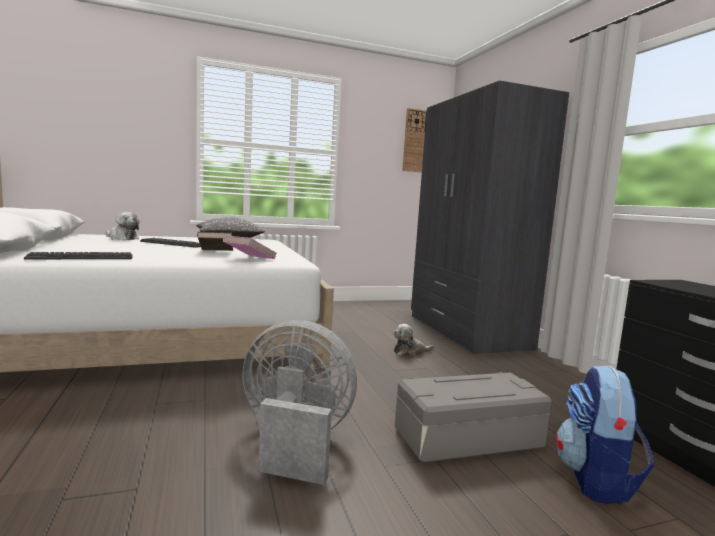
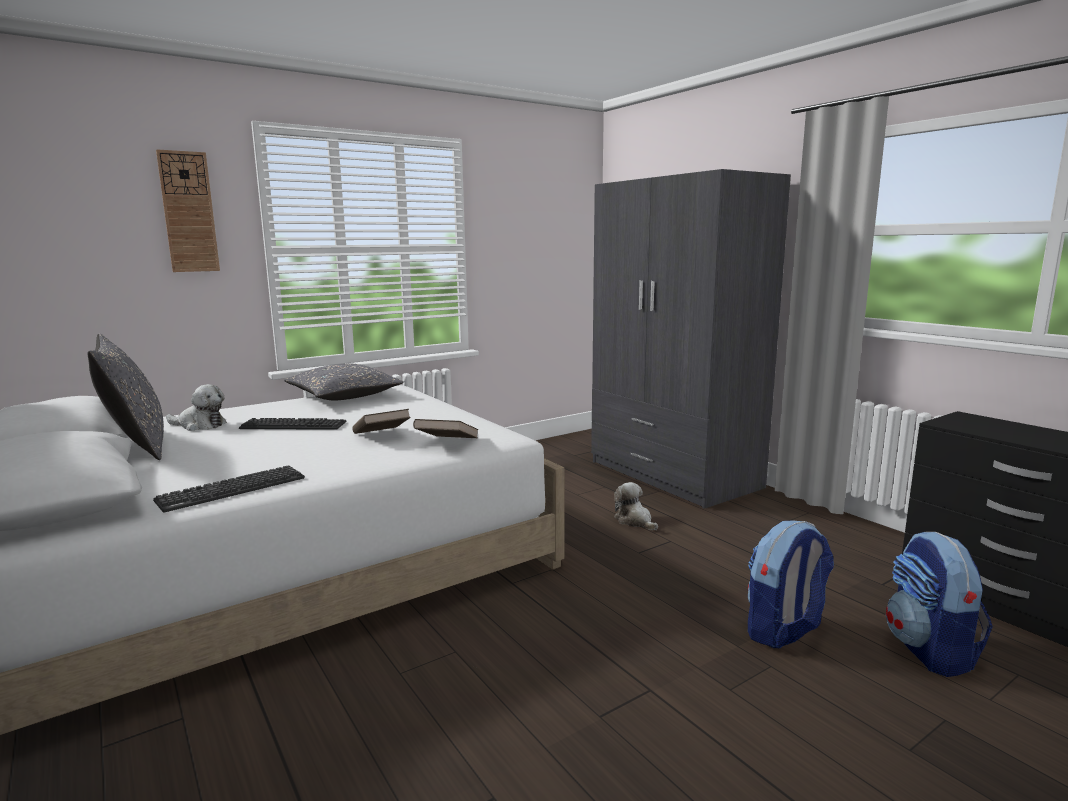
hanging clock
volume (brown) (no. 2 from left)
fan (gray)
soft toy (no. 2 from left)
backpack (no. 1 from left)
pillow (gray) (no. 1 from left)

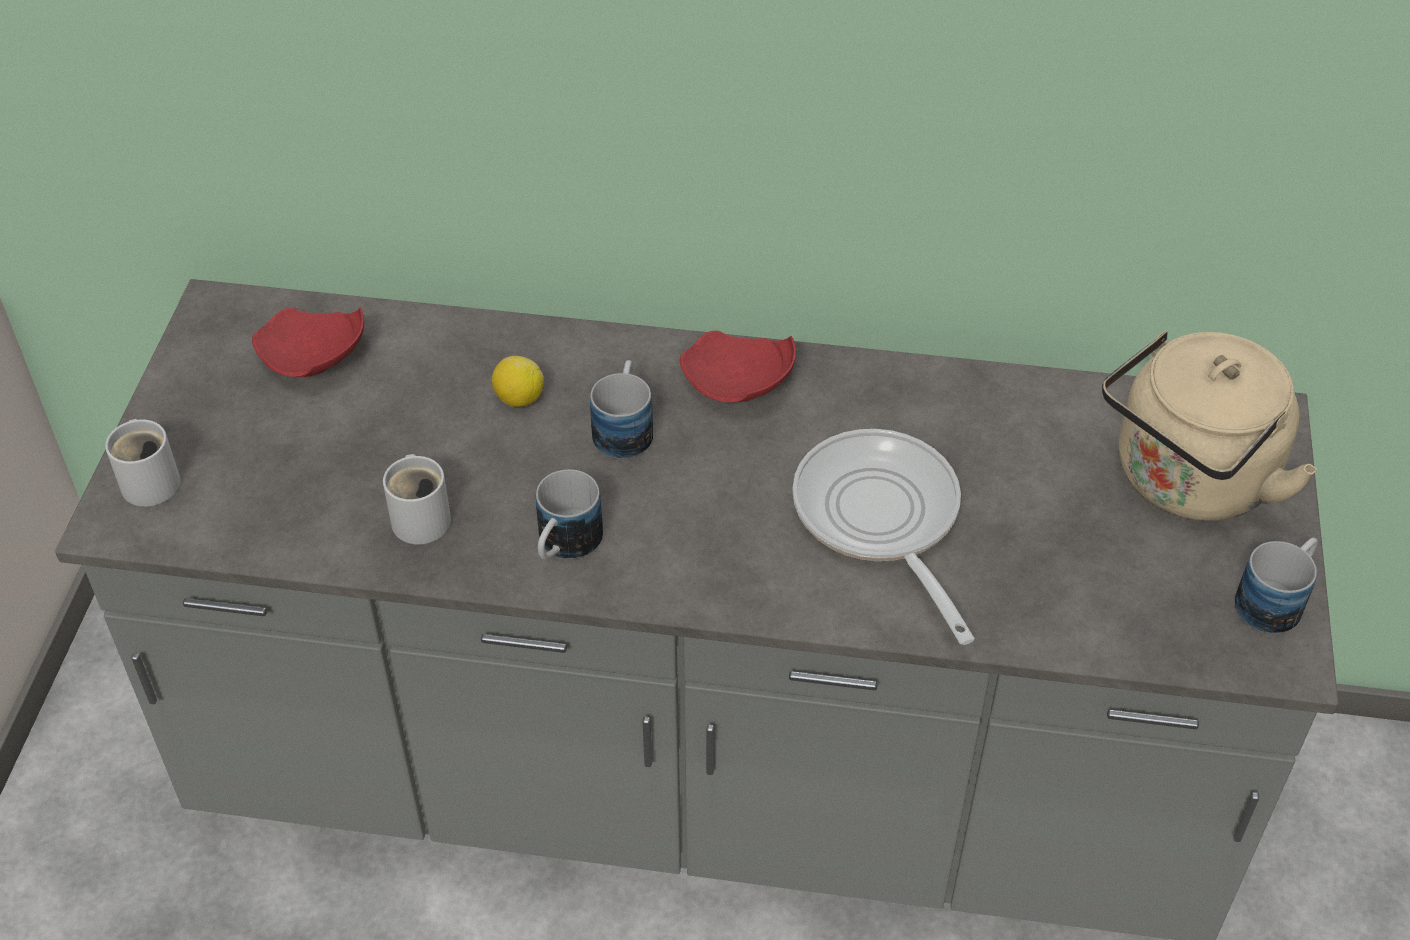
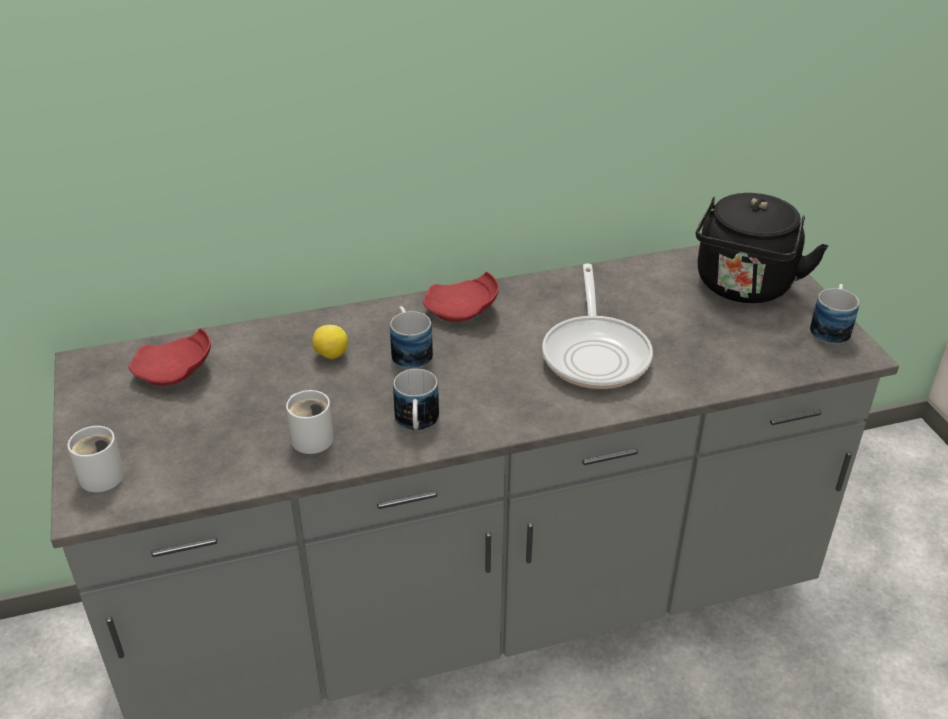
kettle (black)
frying pan

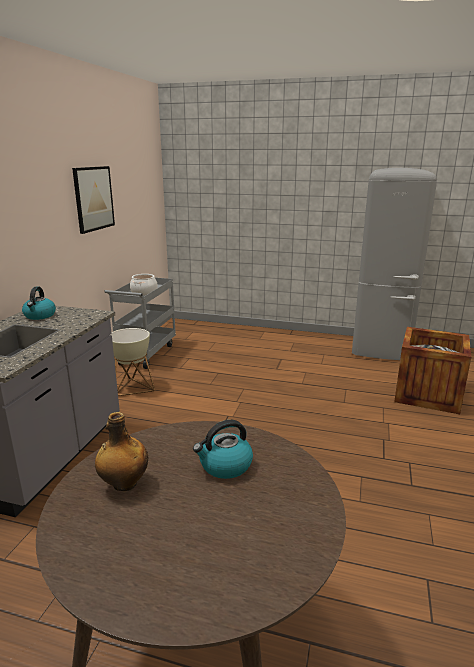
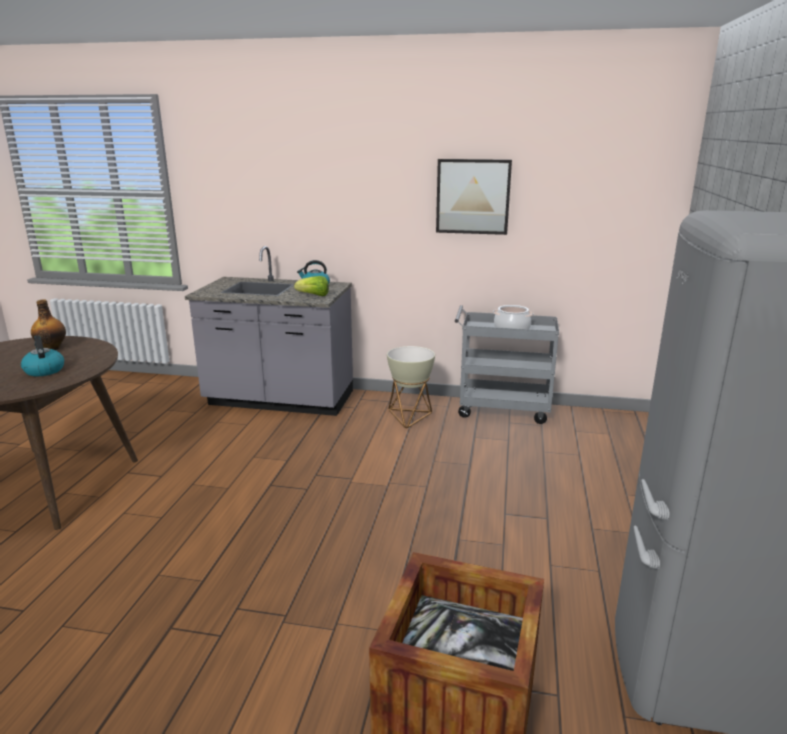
lettuce head

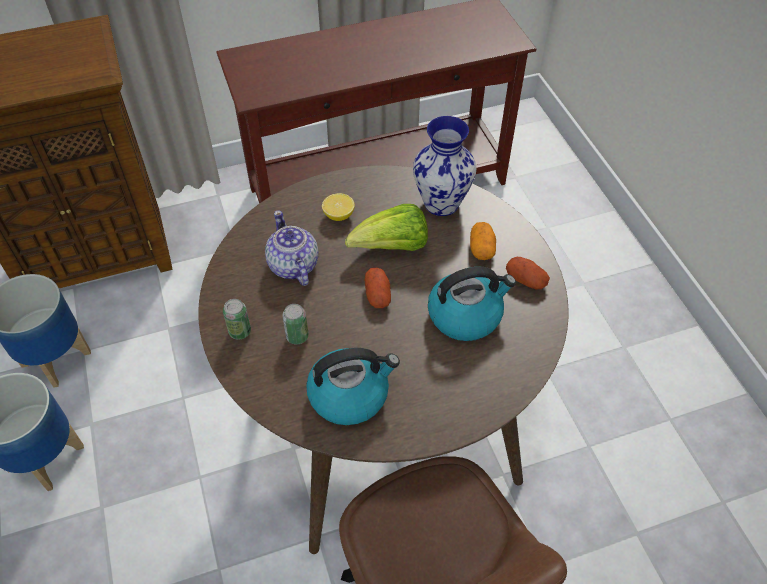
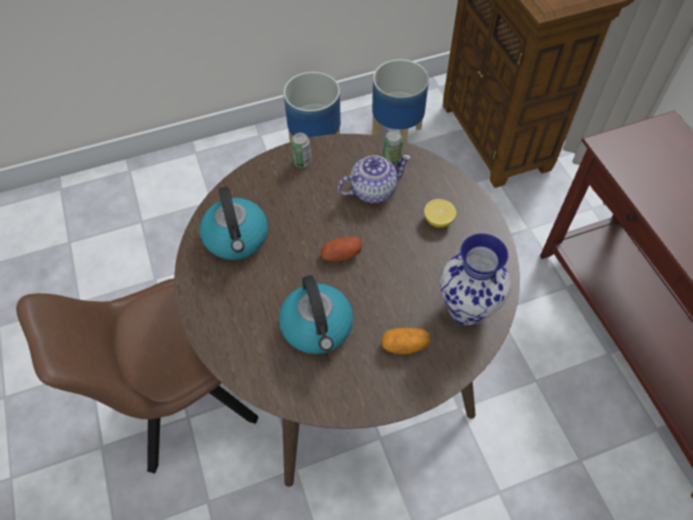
lettuce head
potato (no. 3 from left in the first image)
sealed can (no. 2 from left)

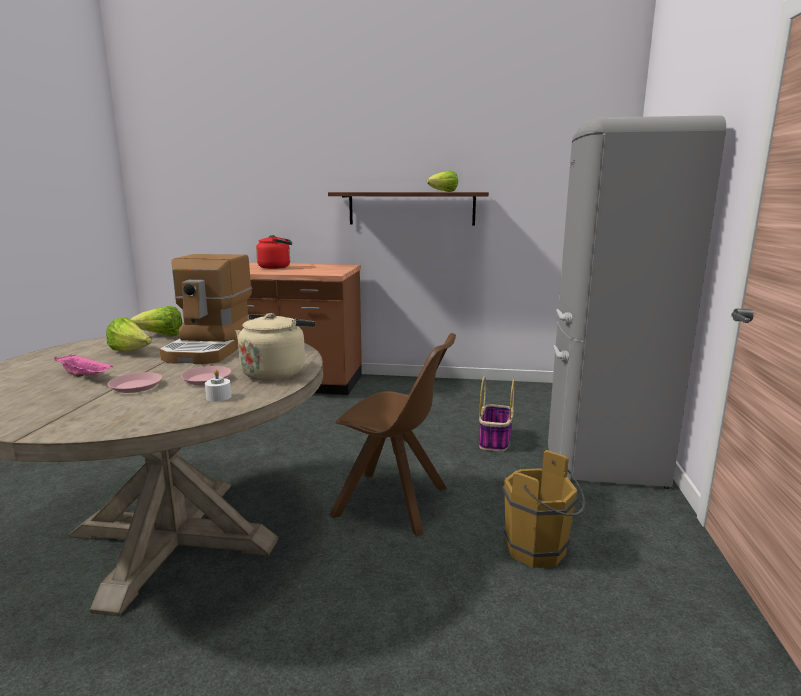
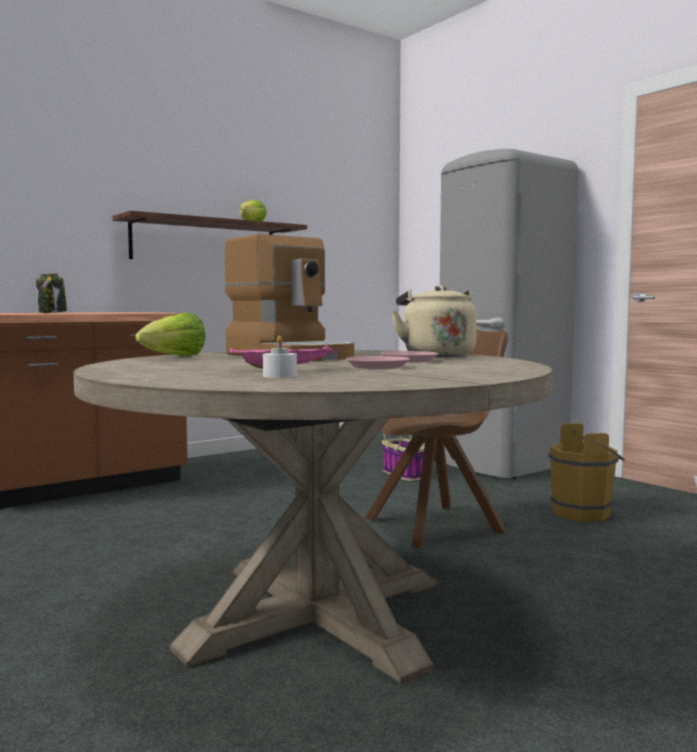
jar
lettuce head (no. 1 from left in the first image)
wax light (white-coloured)

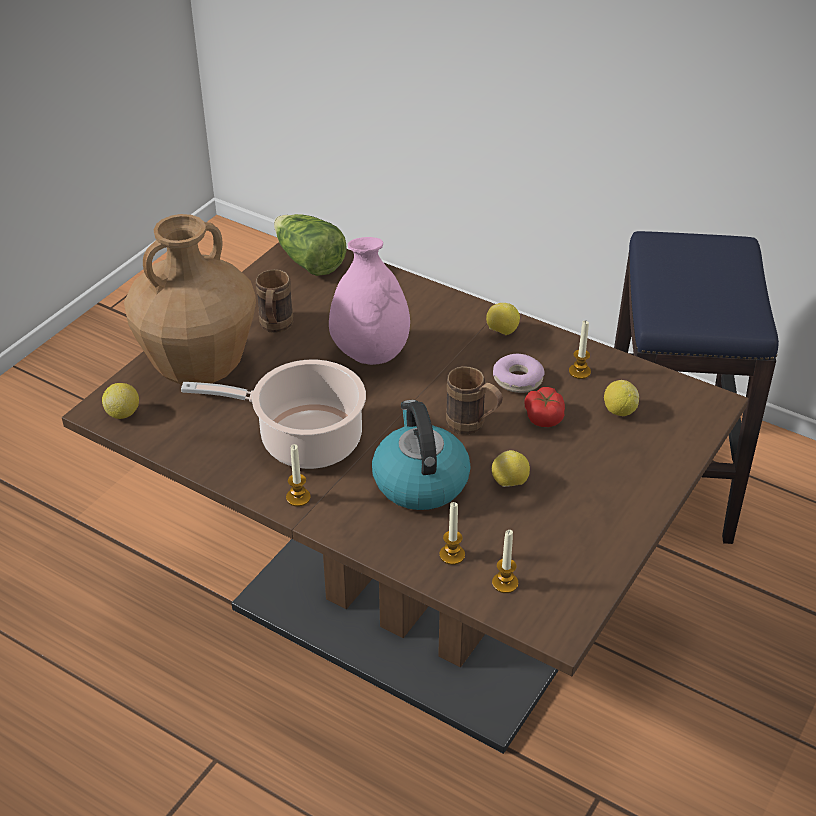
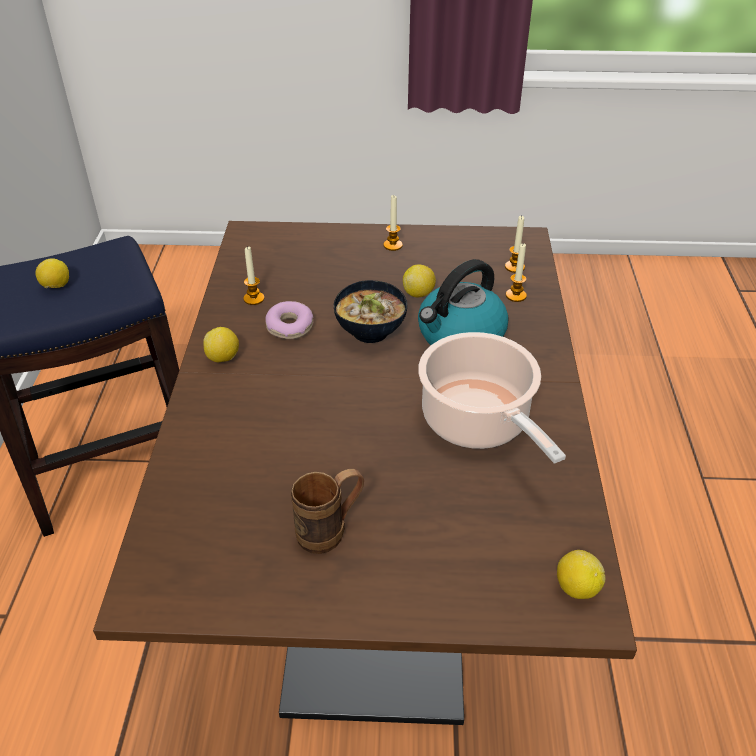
vase (brown)
lettuce head
vase (pink)
bowl
citrus fruit (no. 1 from left)
whole tomato
wax light (no. 2 from left)

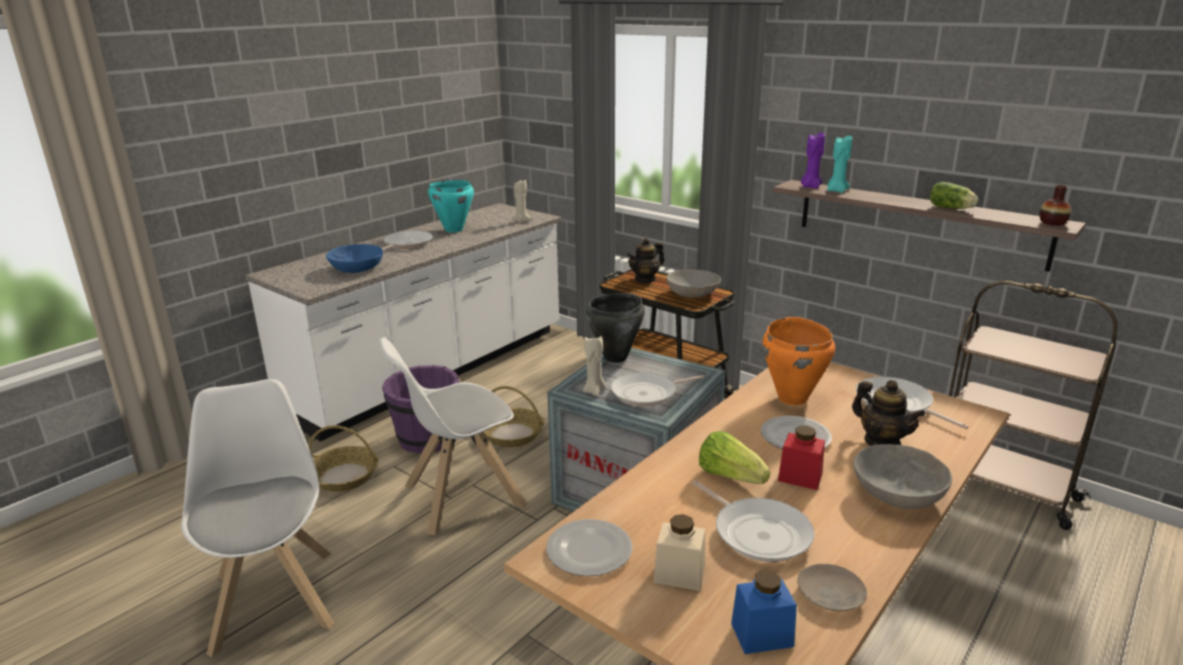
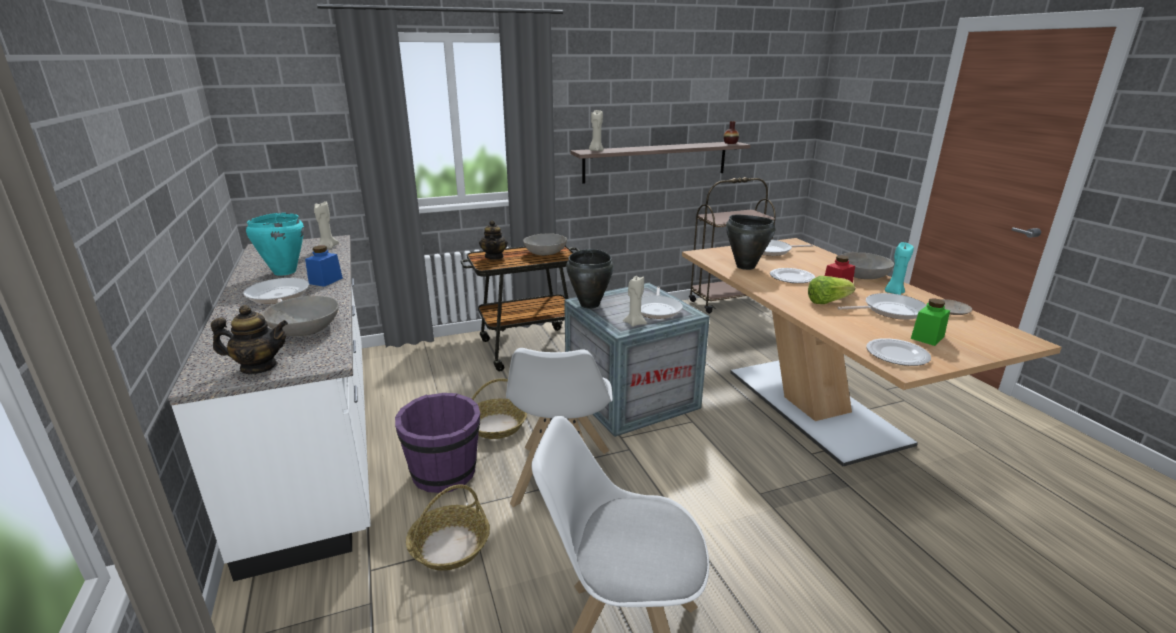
wax light (beige) (no. 2 from left)
wax light (turquoise)
lettuce head (no. 2 from left in the first image)
bowl (gray) (no. 1 from left)
stockpot (black) (no. 2 from left)
tea pot (no. 1 from left)
jar (greenish)
jar (blue-coloured)

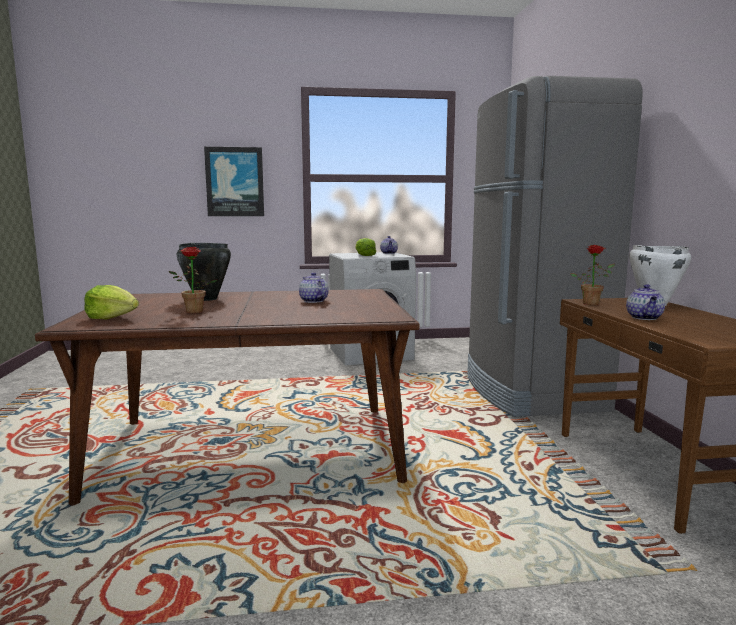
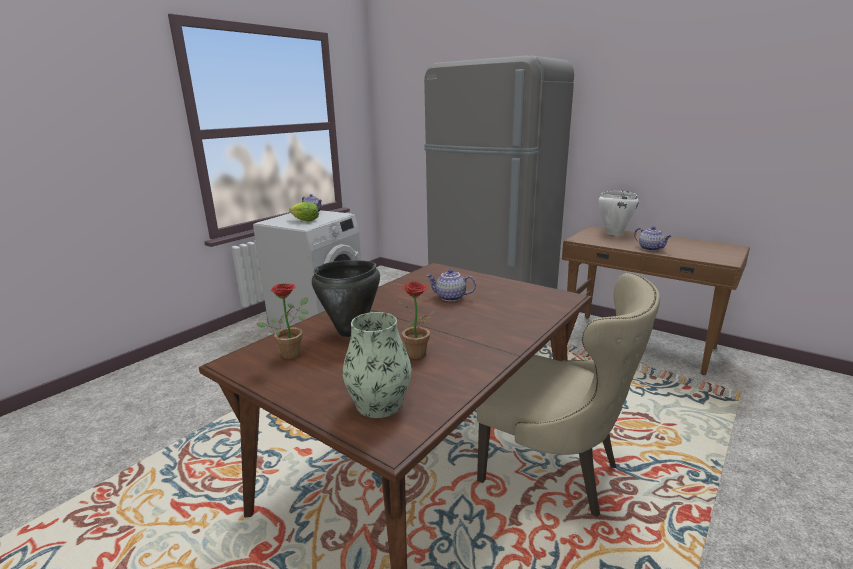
picture
houseplant (no. 1 from left)
vase
upright chair (beige)

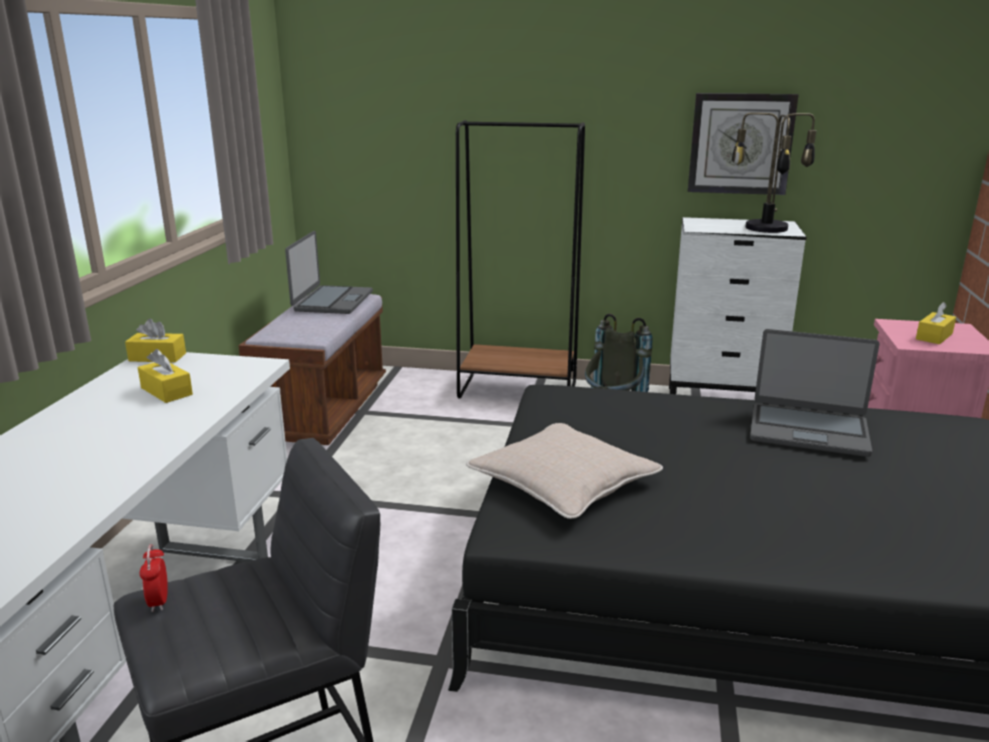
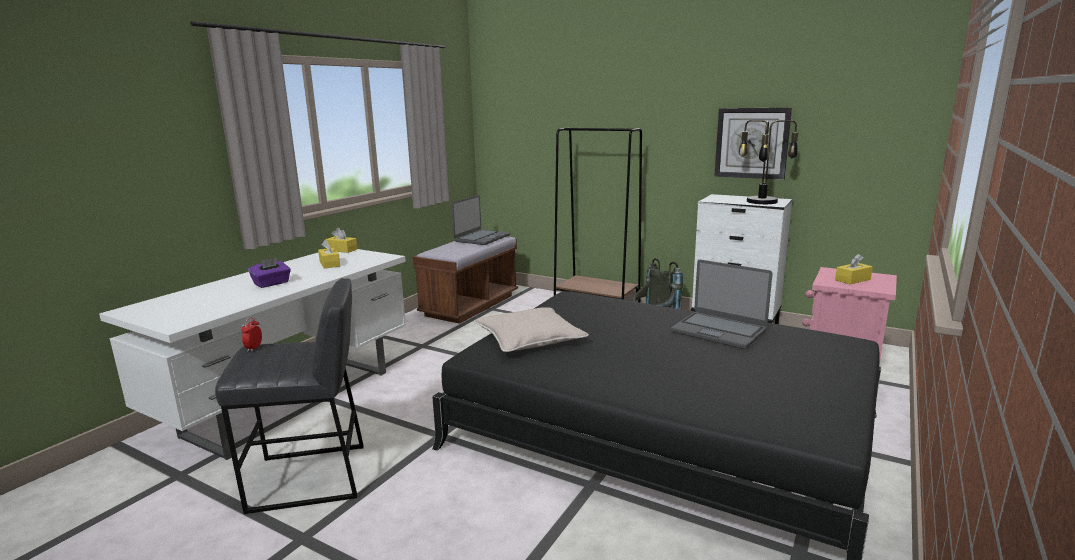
box of tissues (purple)

